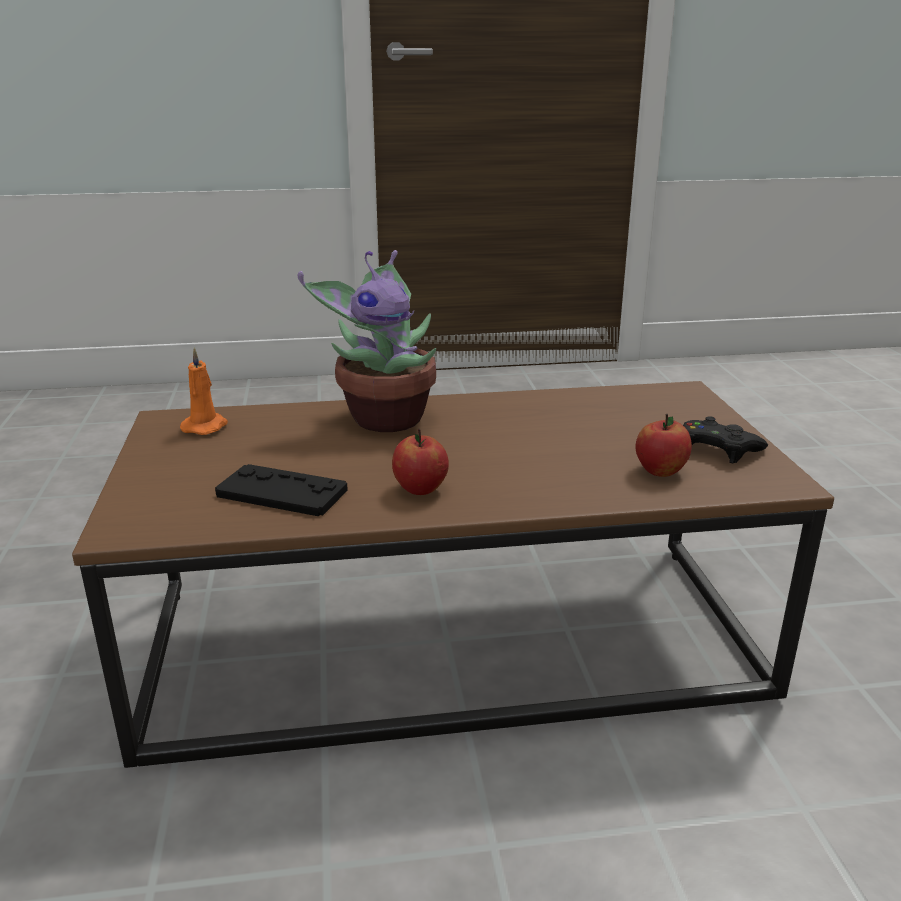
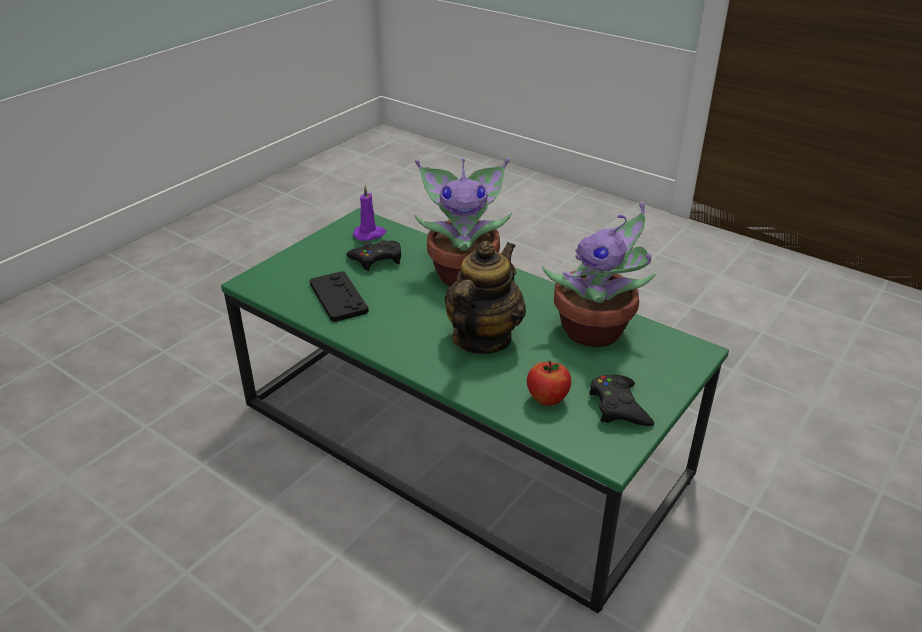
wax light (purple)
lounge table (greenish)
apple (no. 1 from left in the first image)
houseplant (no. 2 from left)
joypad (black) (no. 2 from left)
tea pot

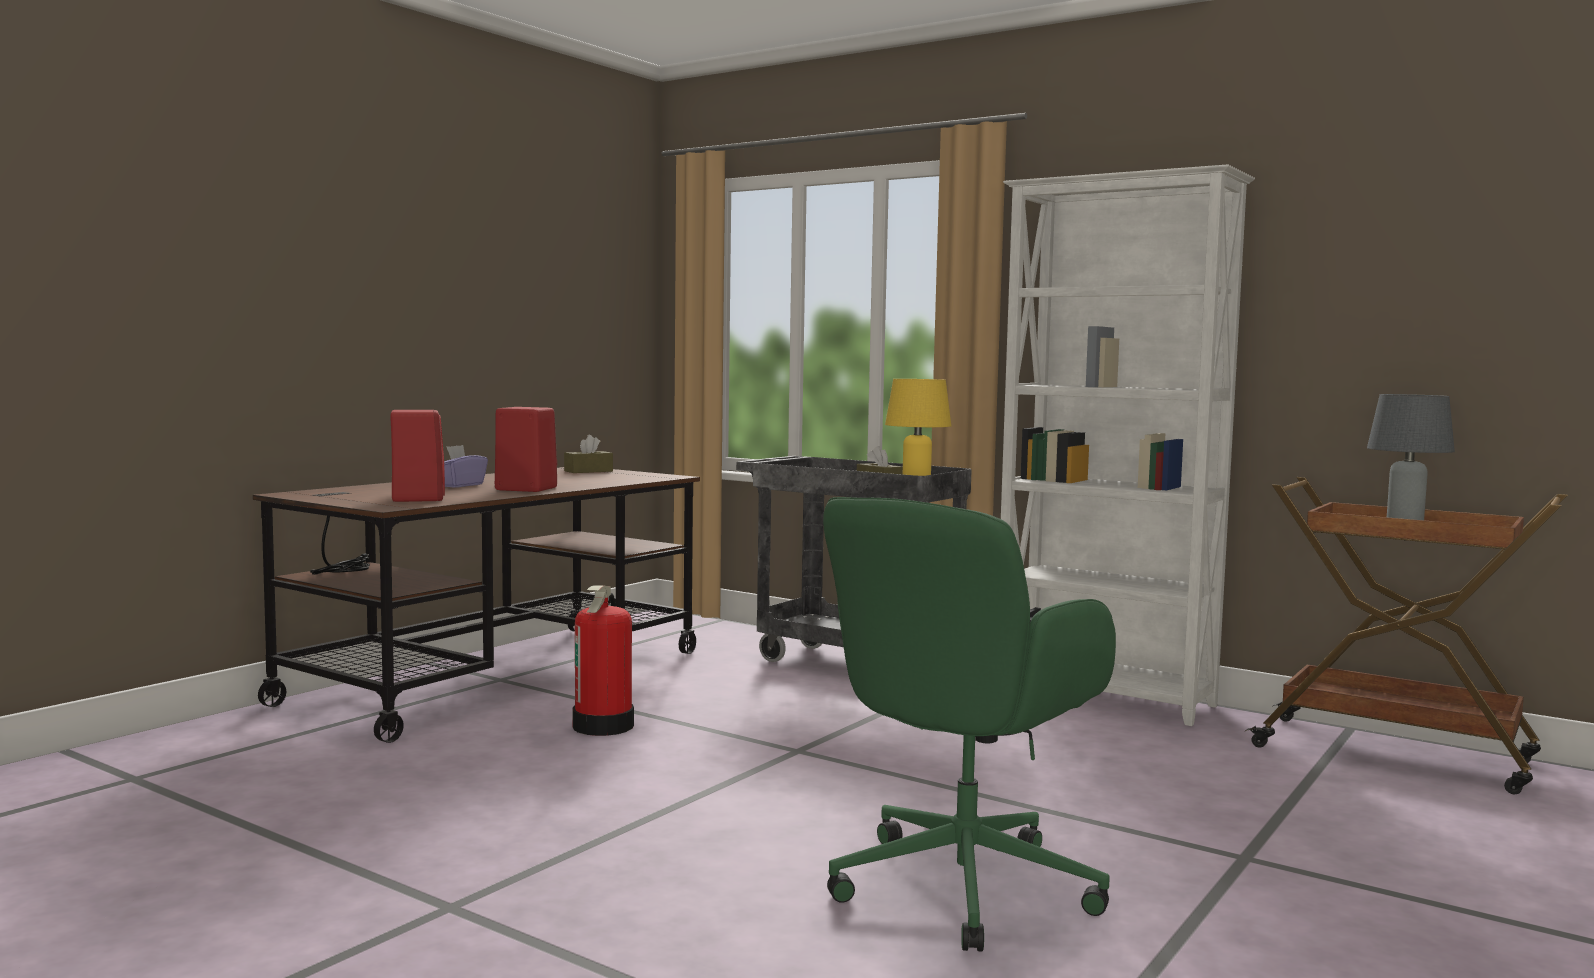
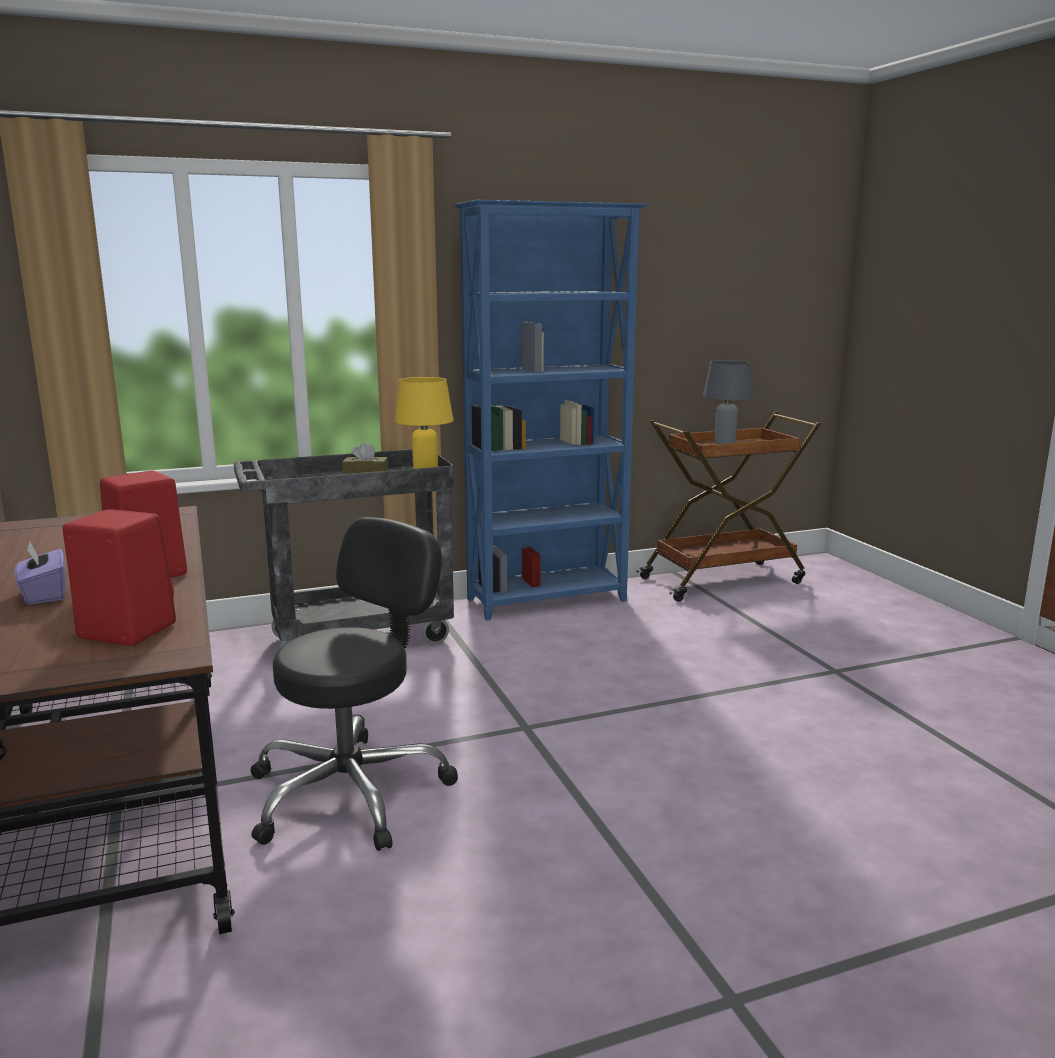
bookshelf (blue-coloured)
box of tissues (brown) (no. 1 from left in the first image)
office chair (greenish)
office chair (black)

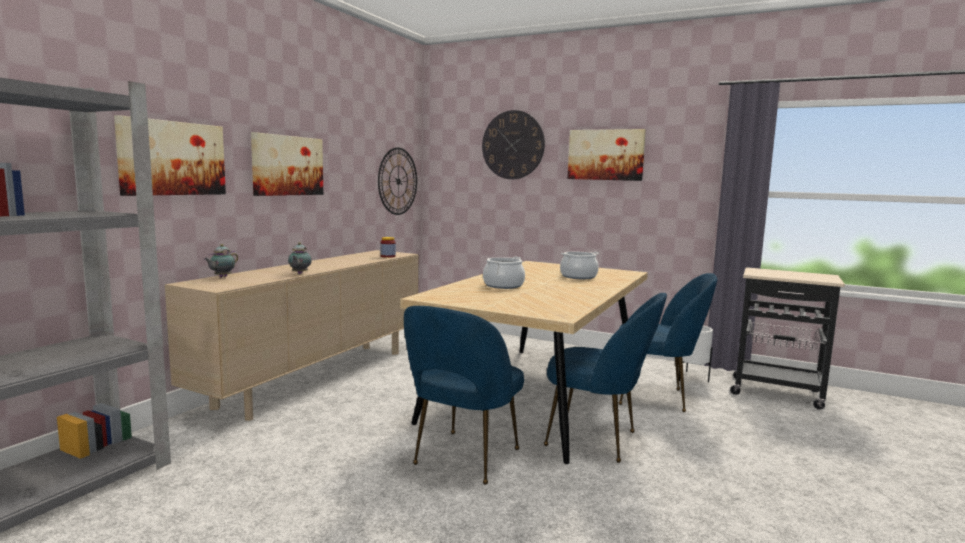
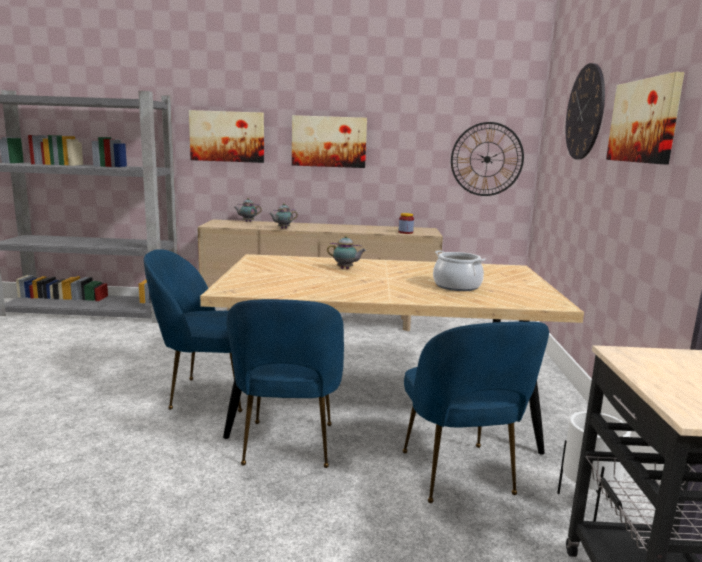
tea pot (no. 3 from left)

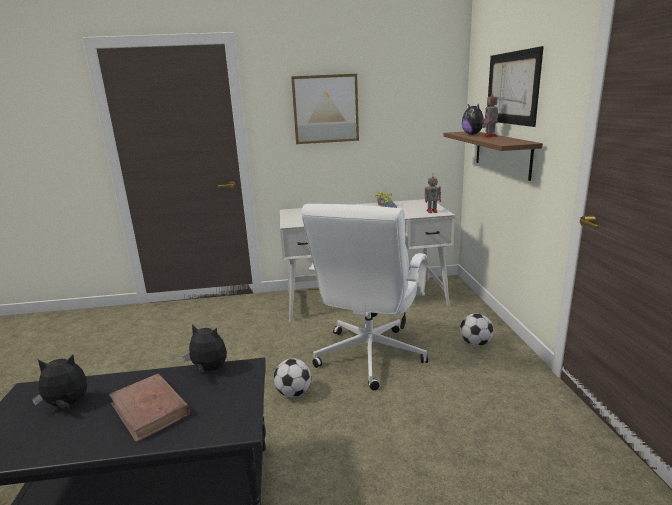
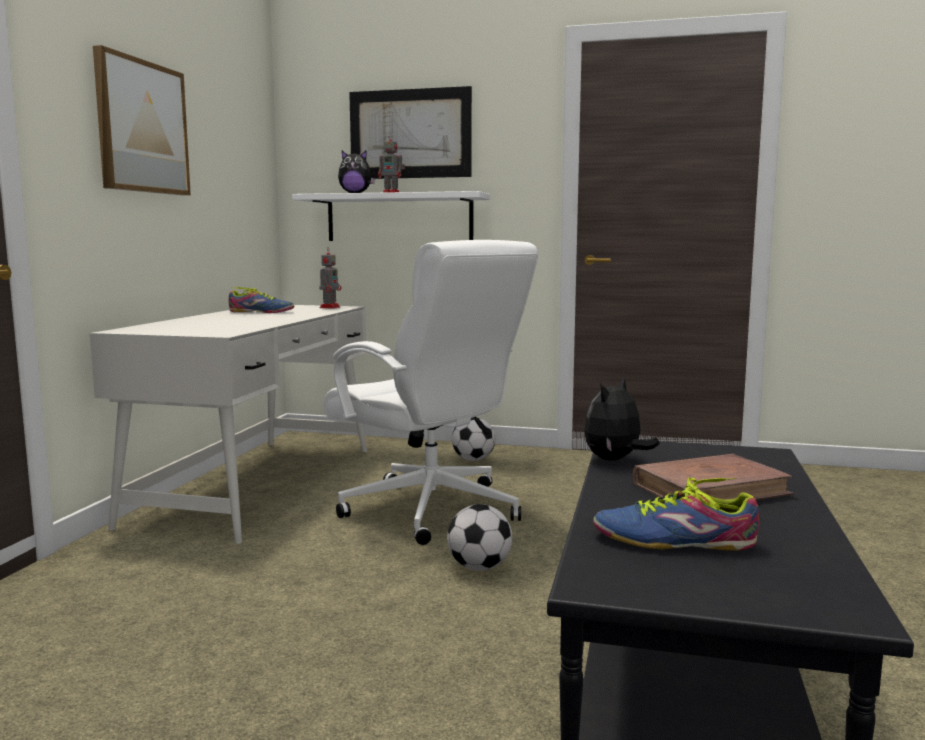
bracket shelf (white-coloured)
item of footwear (no. 2 from left)

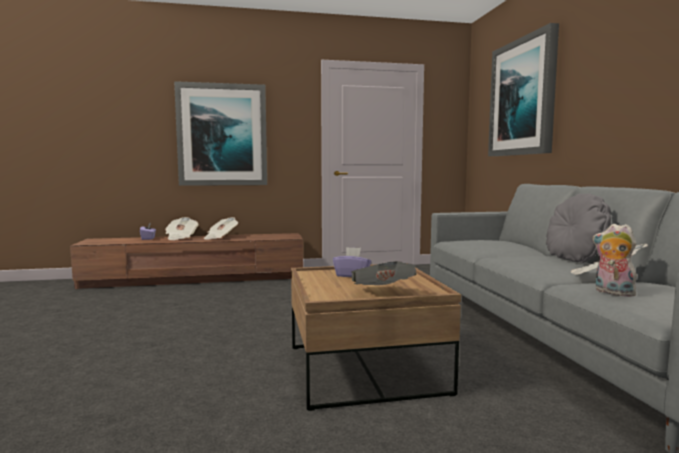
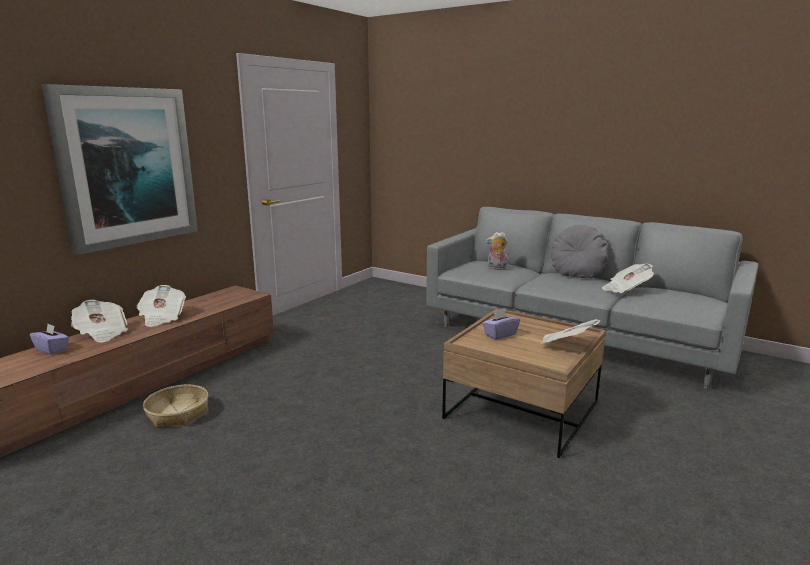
picture (no. 2 from left in the first image)
soft toy
household basket

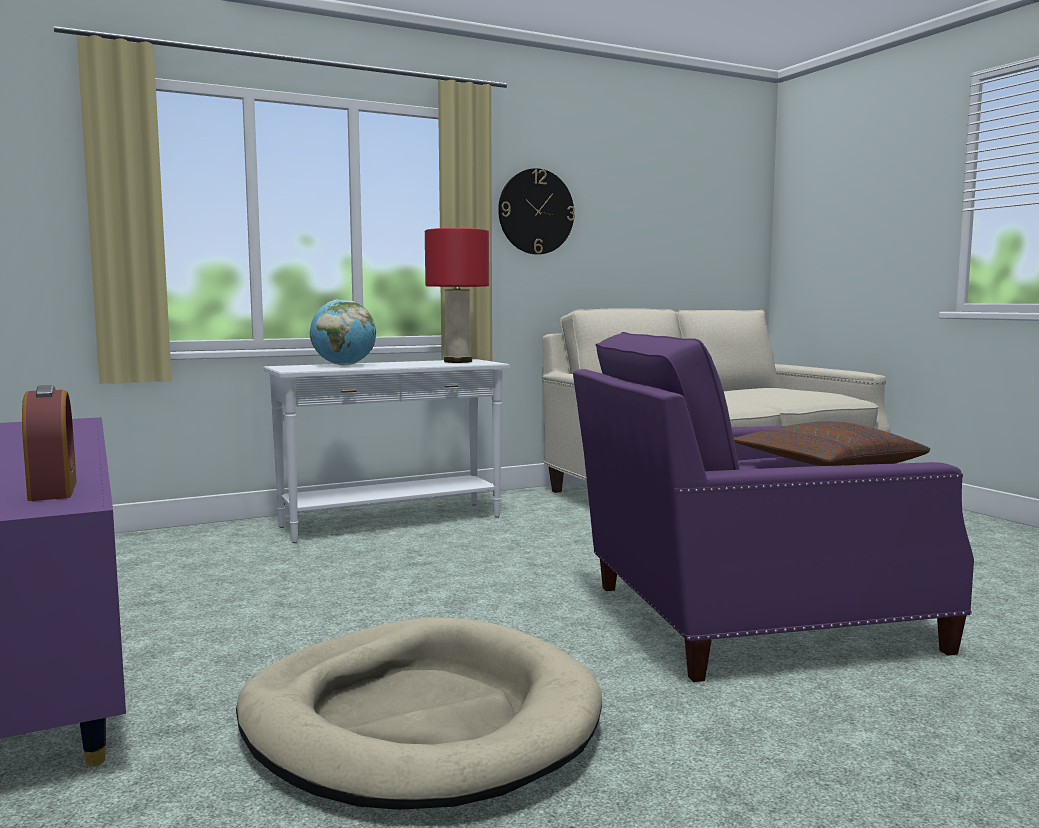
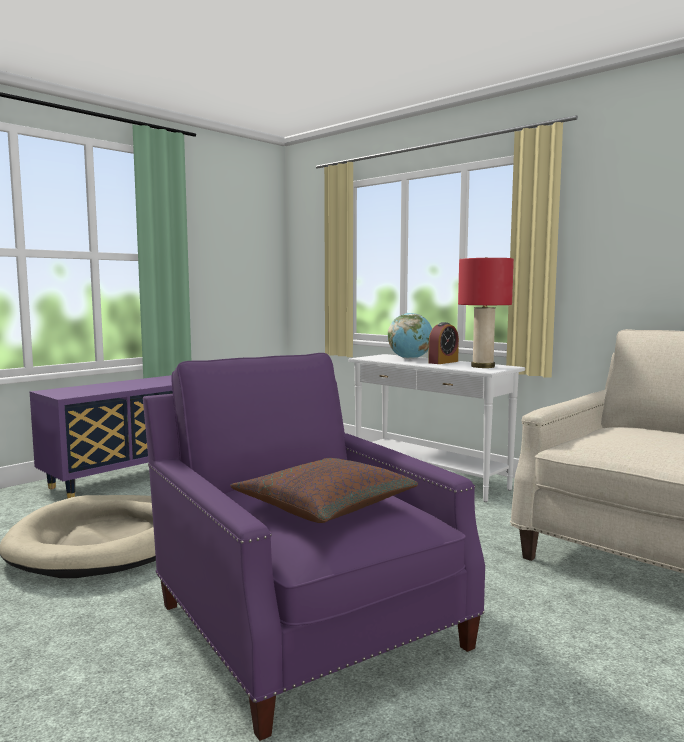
hanging clock
table clock

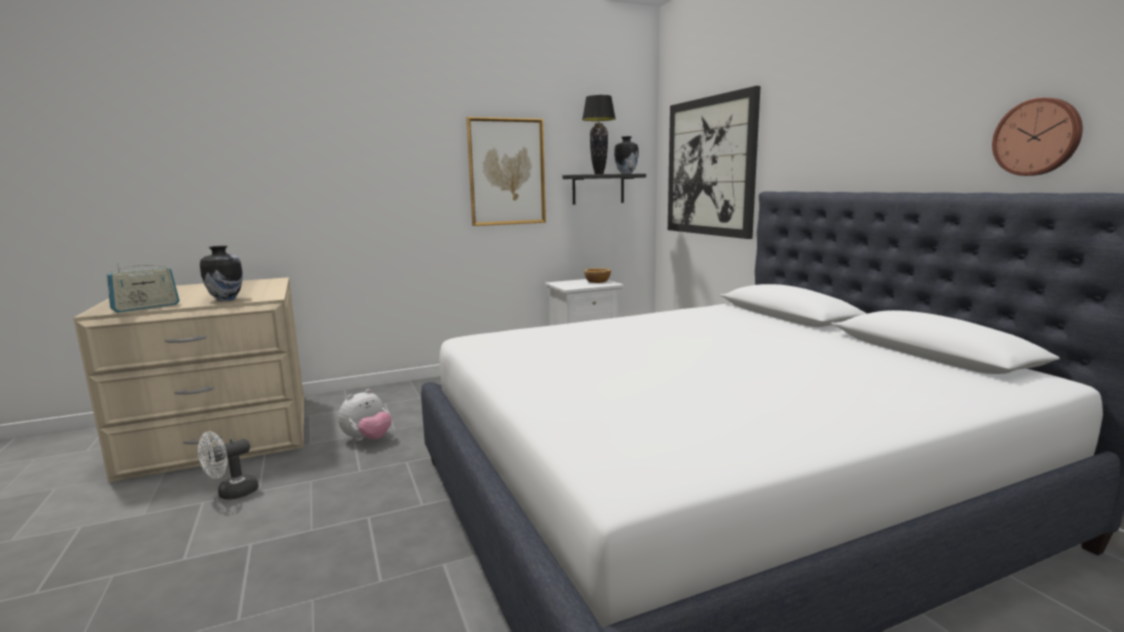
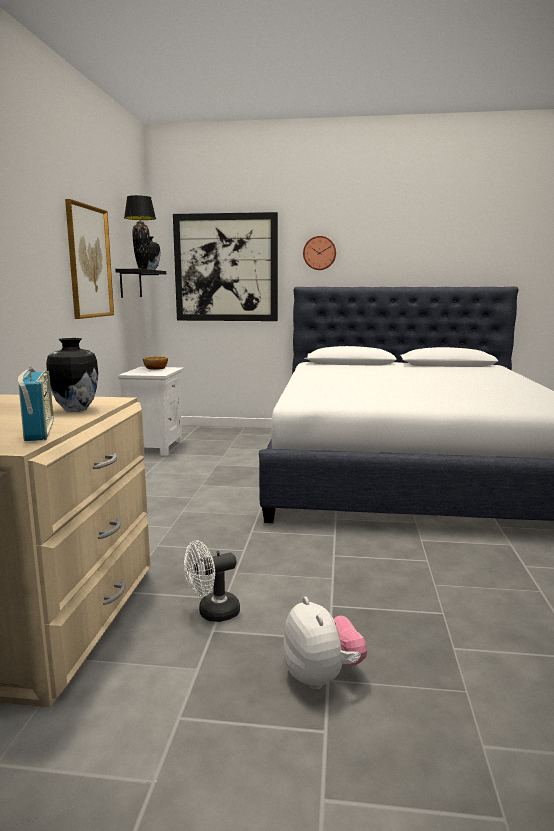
hanging clock
soft toy
fan (white-coloured)

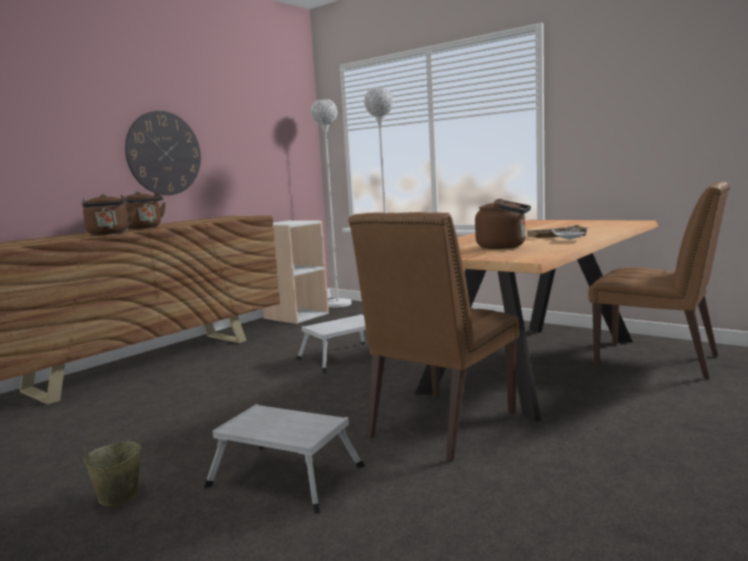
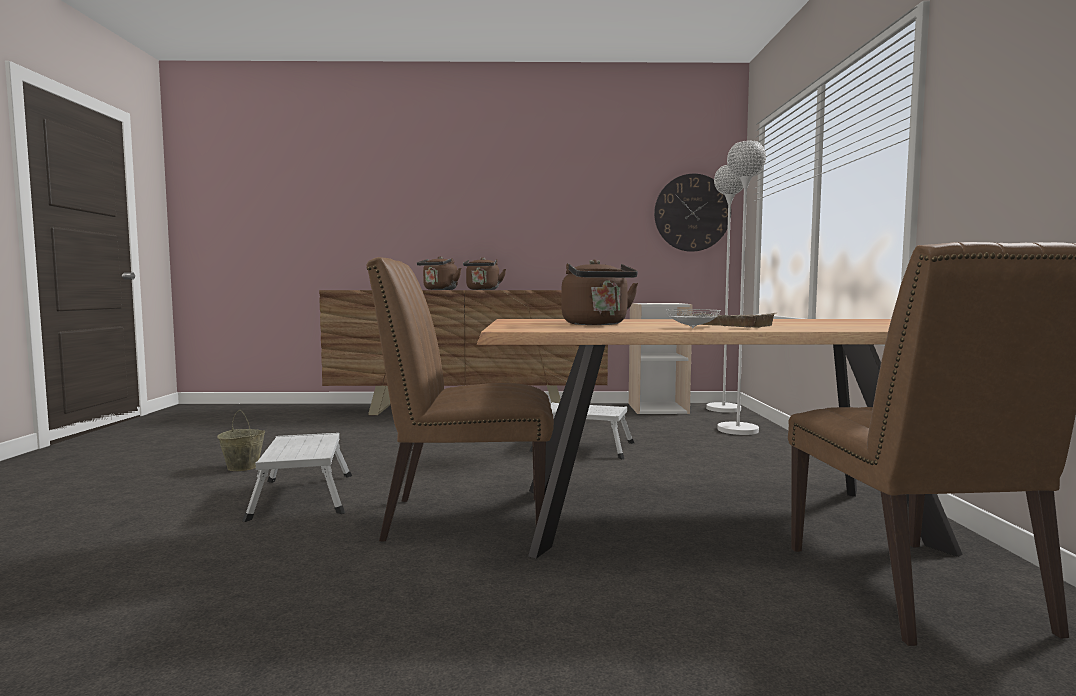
hanging clock

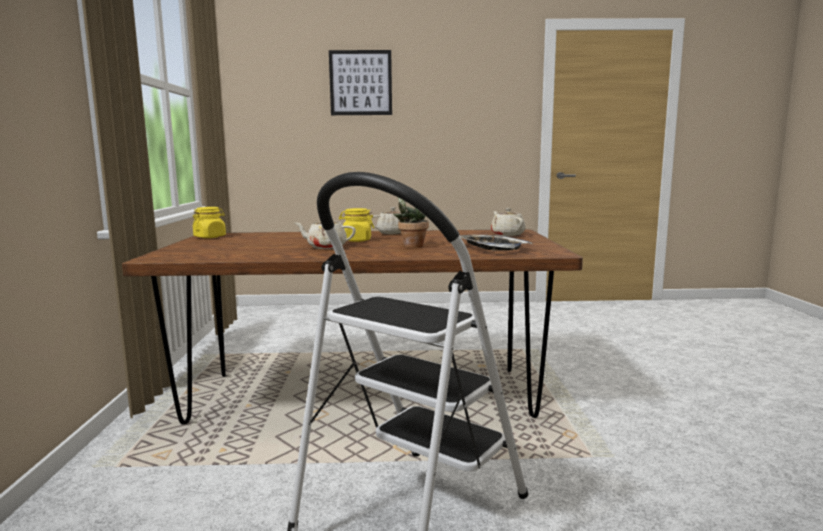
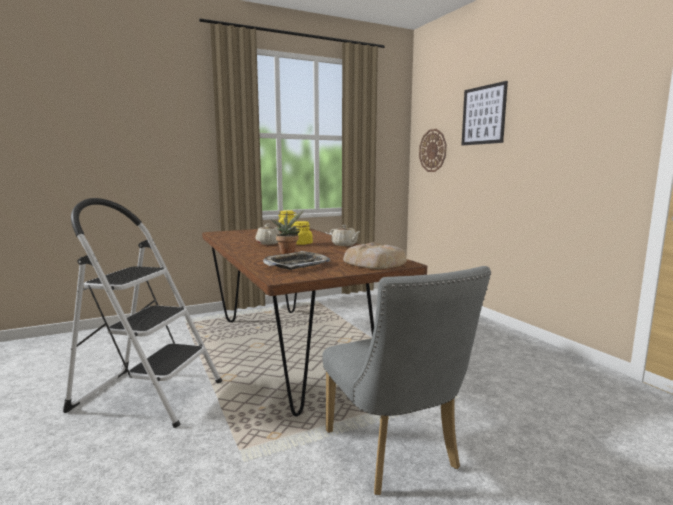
bakery bread
hanging clock
upright chair (gray)

